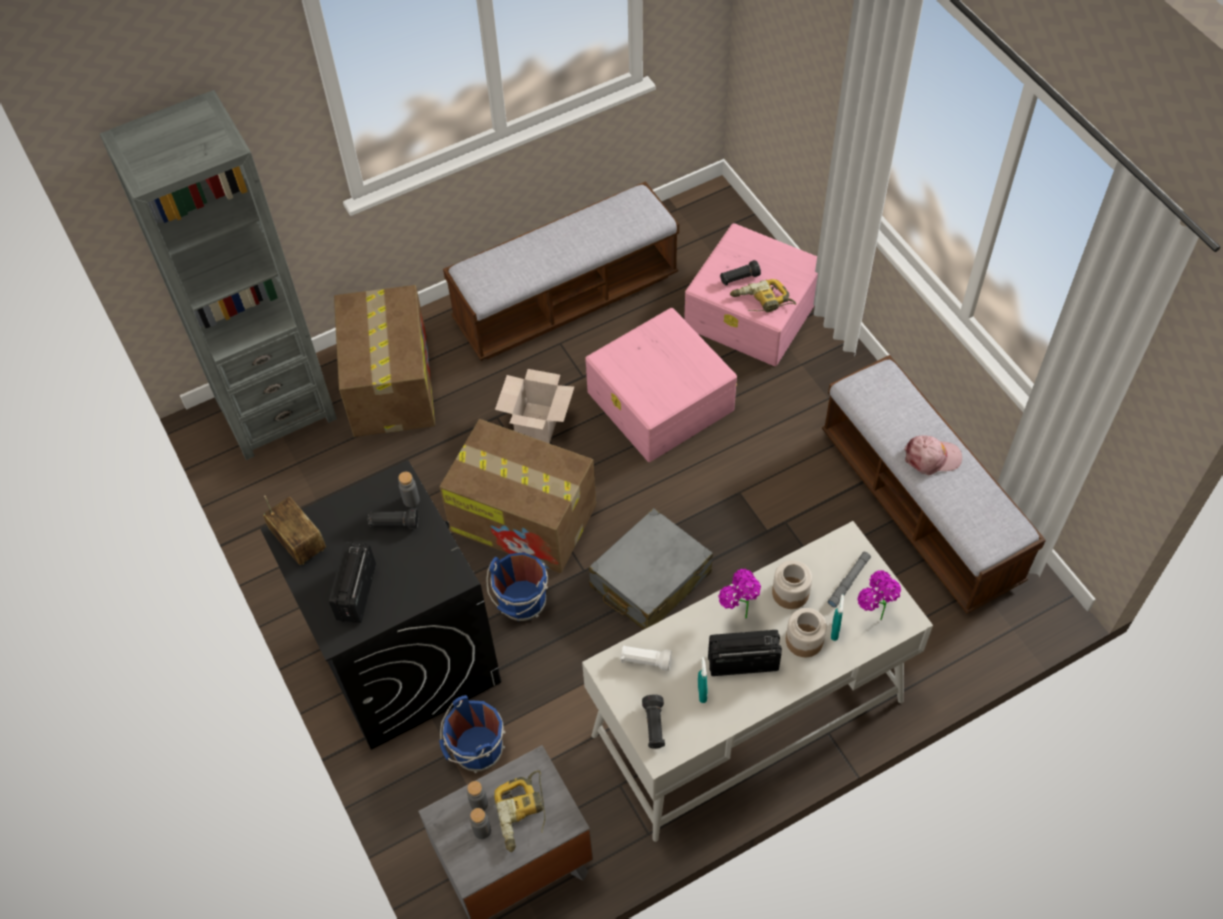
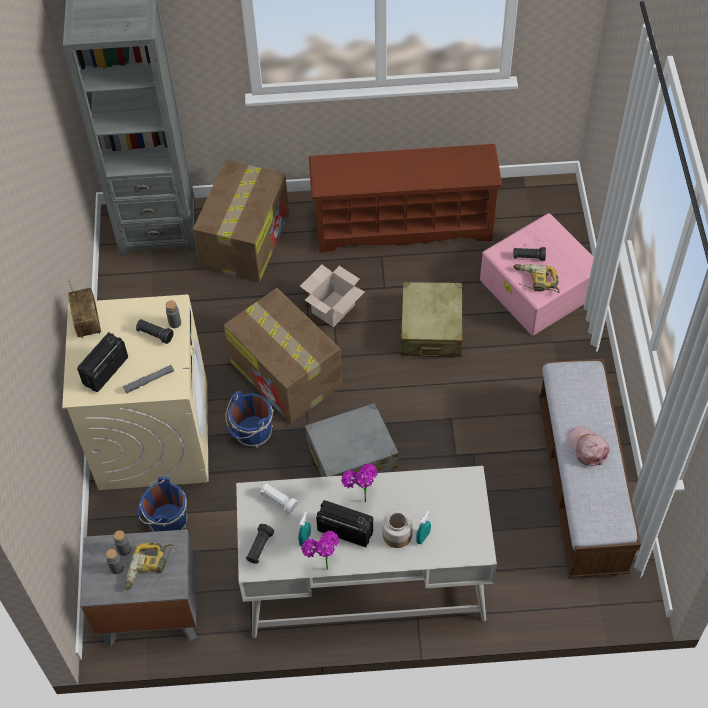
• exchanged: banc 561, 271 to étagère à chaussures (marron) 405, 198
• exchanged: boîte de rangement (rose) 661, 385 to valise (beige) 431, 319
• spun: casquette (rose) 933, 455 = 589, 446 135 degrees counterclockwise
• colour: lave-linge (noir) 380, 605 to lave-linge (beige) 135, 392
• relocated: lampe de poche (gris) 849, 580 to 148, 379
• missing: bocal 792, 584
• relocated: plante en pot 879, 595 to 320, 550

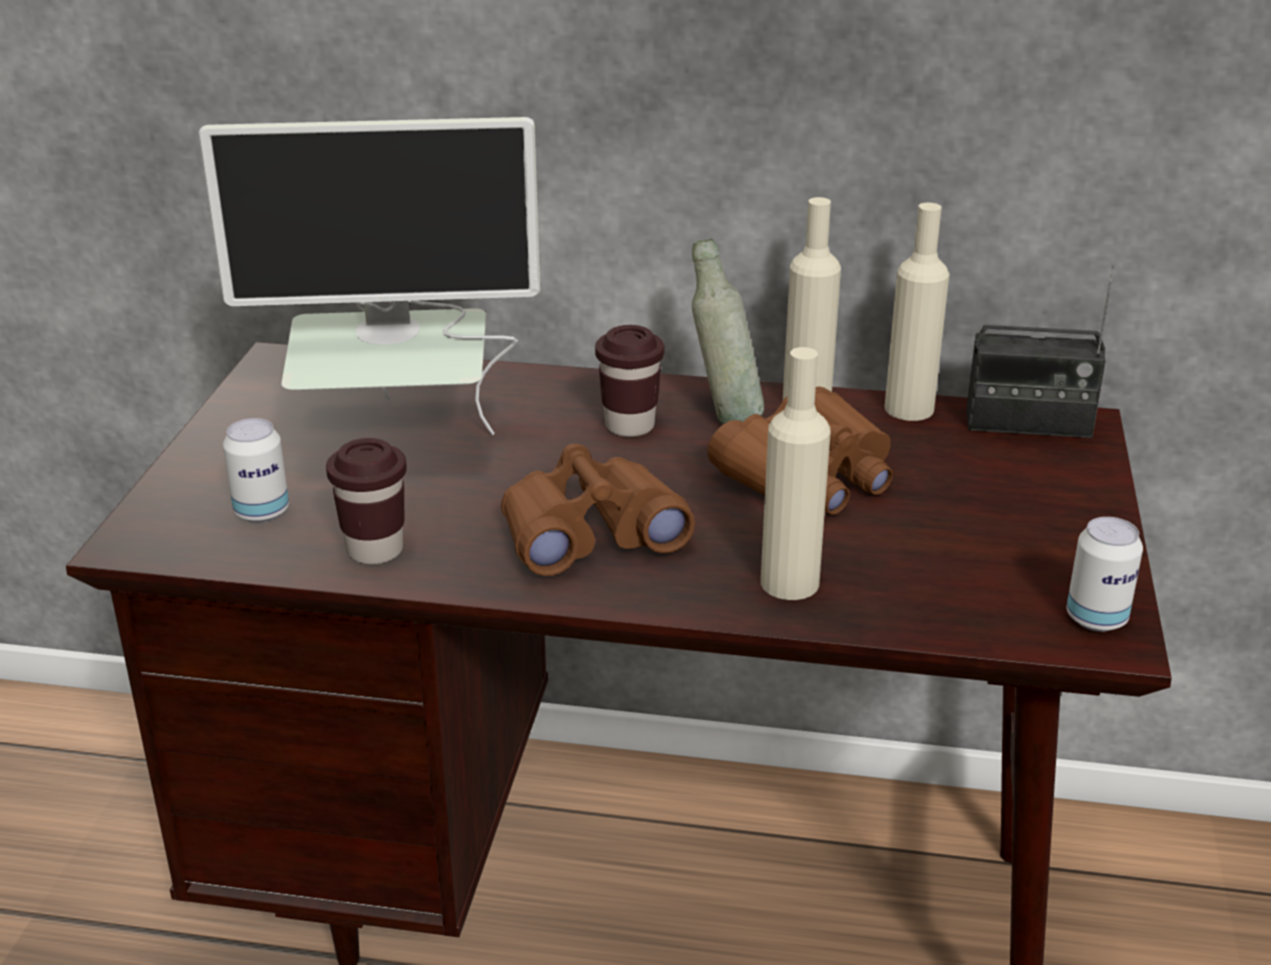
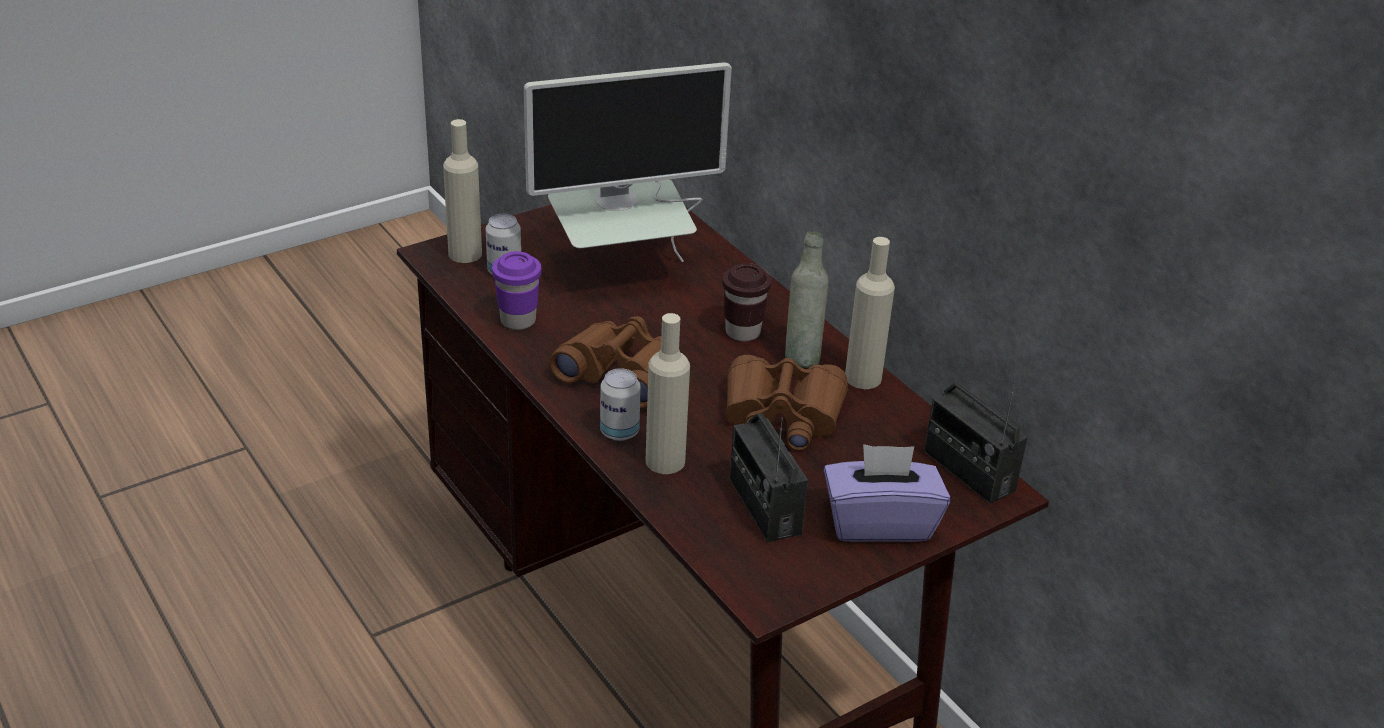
• spun: écran d'ordinateur 369, 276 = 628, 162 60 degrees counterclockwise
• relocated: bouteille (beige) 916, 312 to 462, 191
• colour: tasse (marron) 366, 501 to tasse (violet) 516, 290
• relocated: boîte métallique 1104, 574 to 620, 404
• appeared: radio 769, 477
• appeared: boîte à mouchoirs (violet) 887, 493

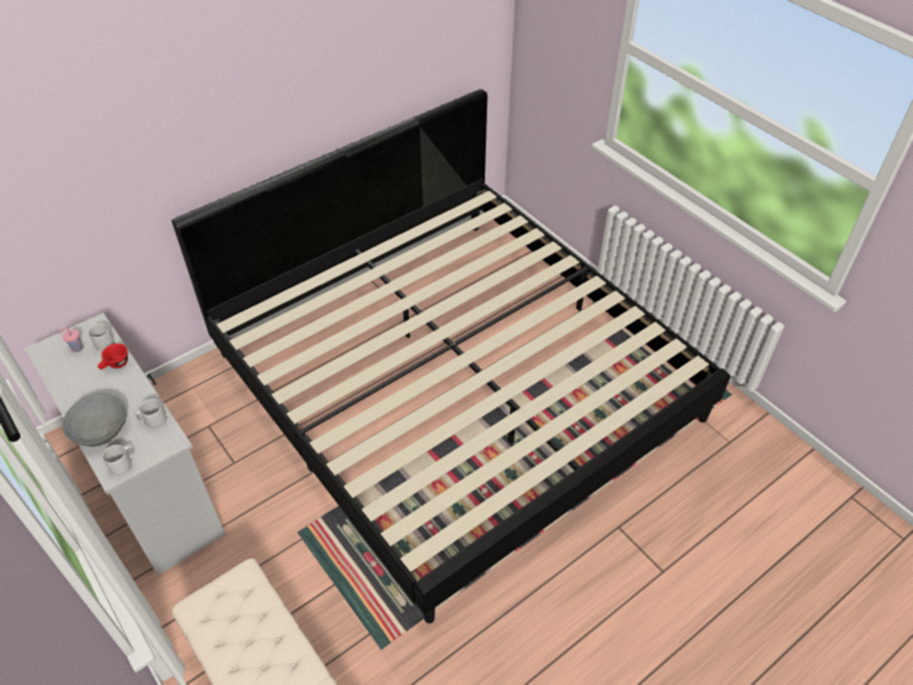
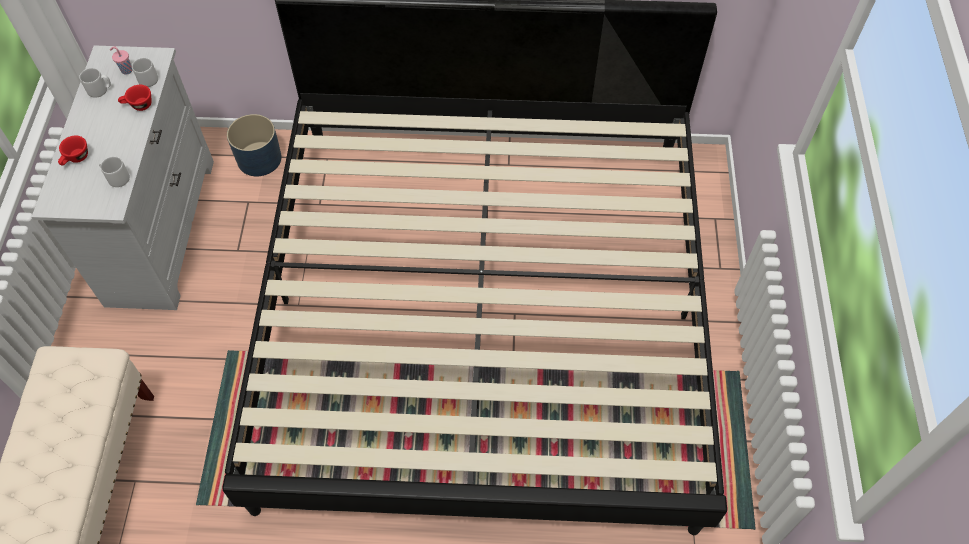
• exchanged: bol (gris) 94, 420 to tasse (rouge) 73, 150
• relocated: mug (gris) 117, 460 to 95, 83
• appeared: cache-pot (bleu) 254, 145

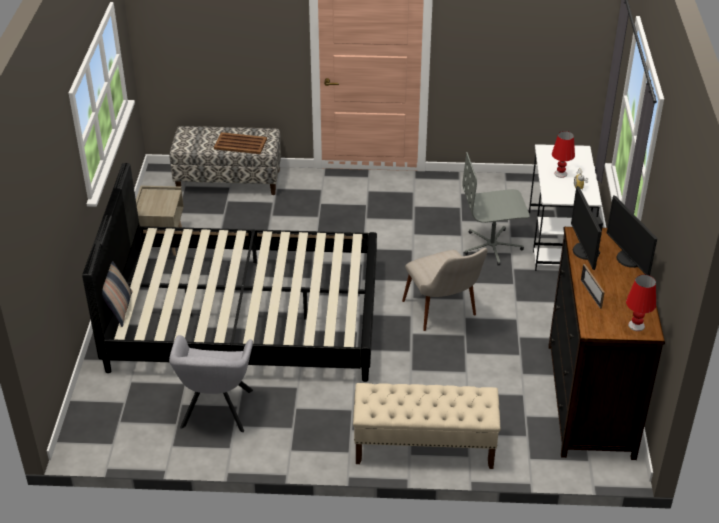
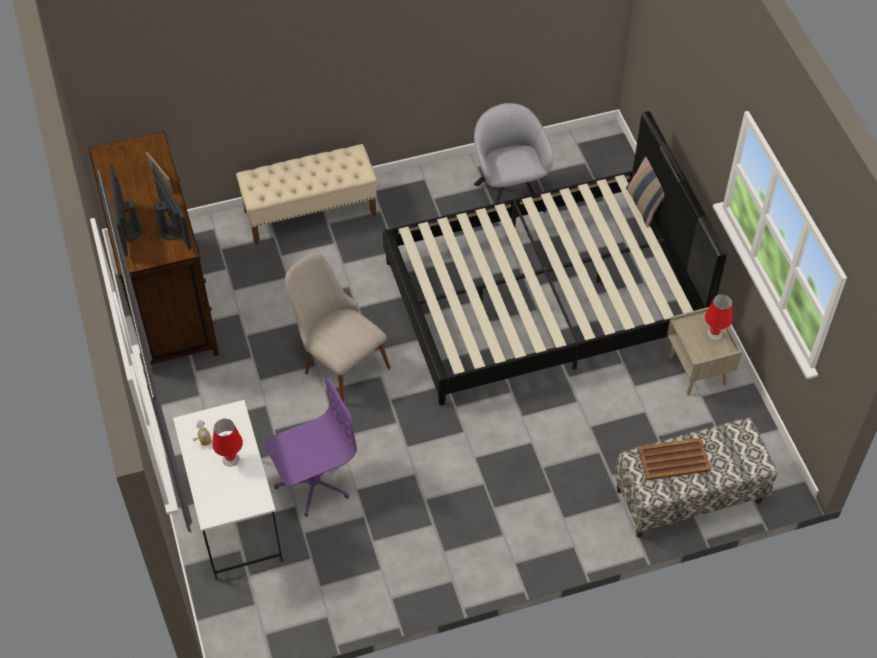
• colour: chaise de bureau (gris) 496, 209 to chaise de bureau (violet) 311, 447
• spun: écran d'ordinateur 632, 235 = 125, 210 150 degrees counterclockwise
• relocated: lampe de table (rouge) 641, 303 to 719, 317

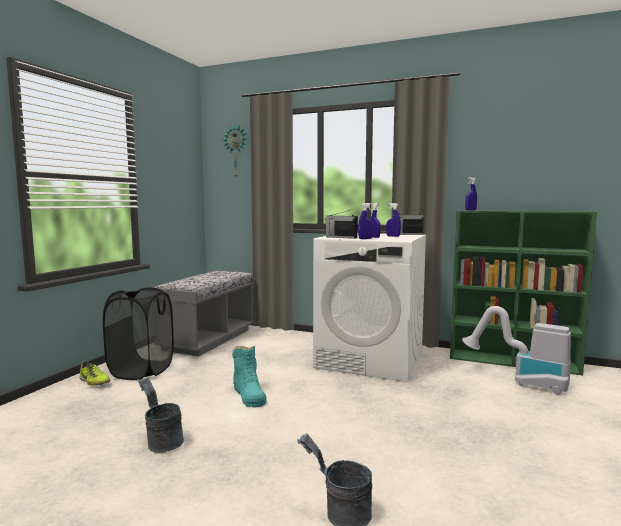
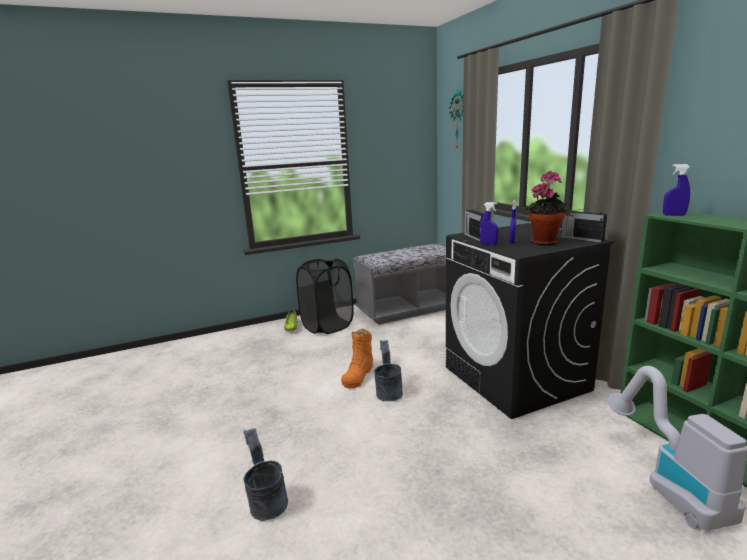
• exchanged: vaporisateur (bleu) 393, 220 to plante en pot 547, 208
• colour: lave-linge (blanc) 369, 307 to lave-linge (noir) 530, 321
• colour: botte (turquoise) 249, 376 to botte (orange) 357, 358
• relocated: seau (gris) 160, 415 to 388, 370

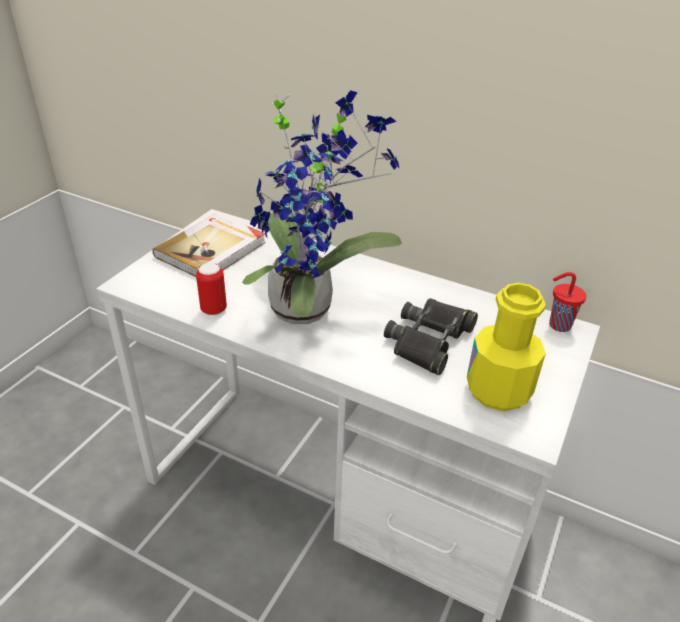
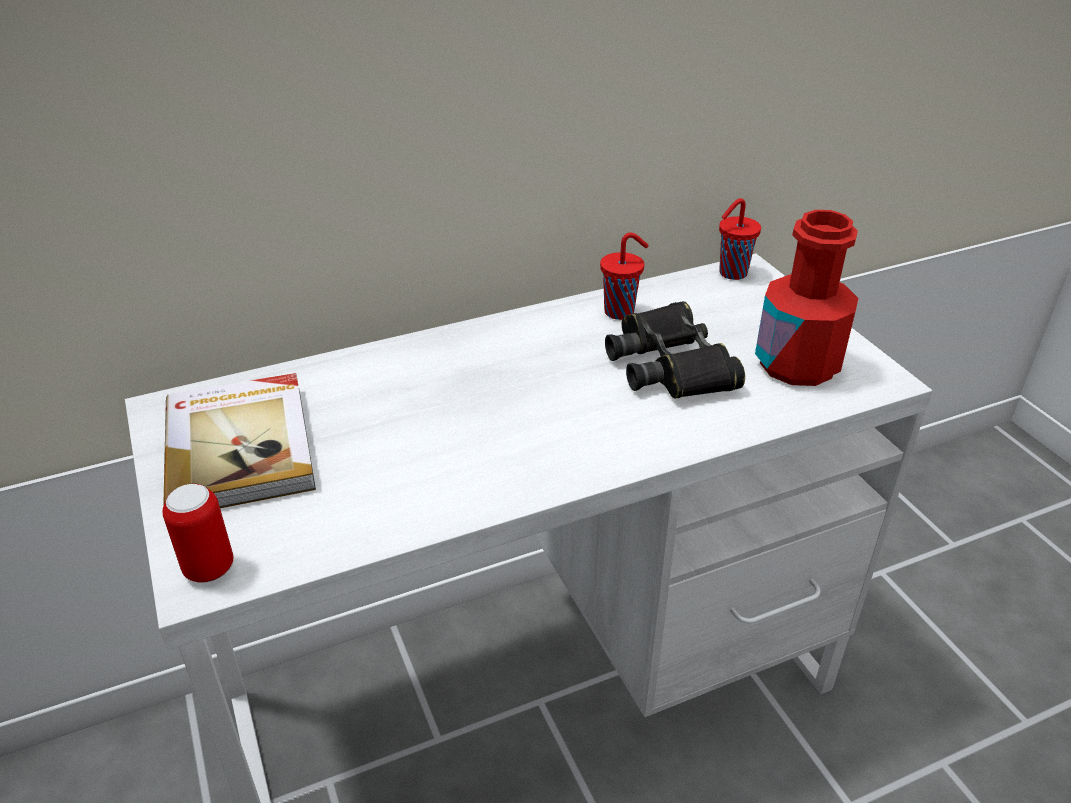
• missing: plante en pot 322, 207
• relocated: boîte métallique 211, 289 to 198, 533
• colour: bouteille (jaune) 506, 347 to bouteille (rouge) 806, 298
• appeared: tasse (rouge) 624, 276

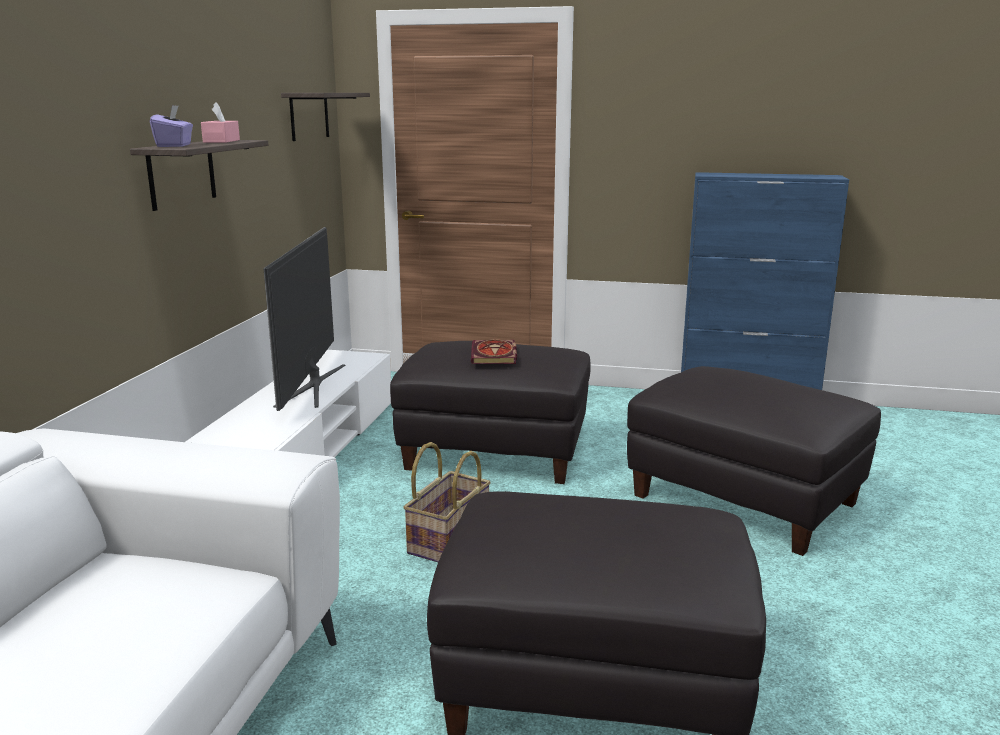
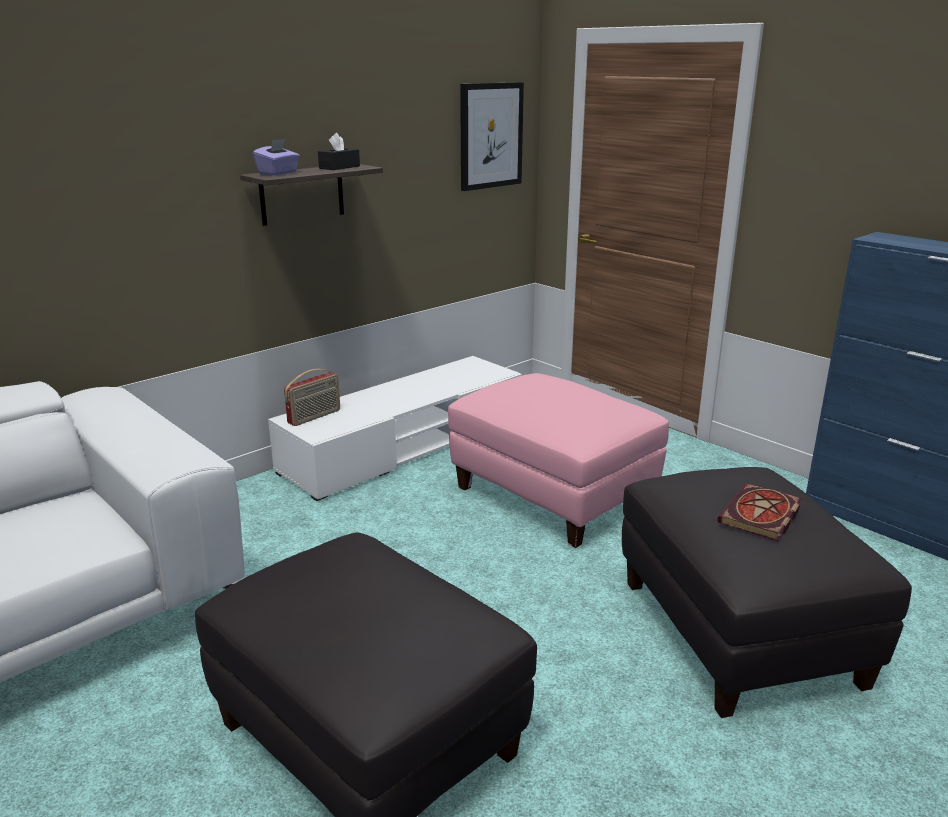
• exchanged: étagère 325, 117 to tableau 492, 136
• colour: boîte à mouchoirs (rose) 220, 122 to boîte à mouchoirs (noir) 339, 151
• missing: téléviseur 304, 319
• relocated: livre 494, 351 to 759, 512
• colour: pouf (noir) 490, 412 to pouf (rose) 558, 460
• missing: panier 447, 502
• appeared: radio 312, 397

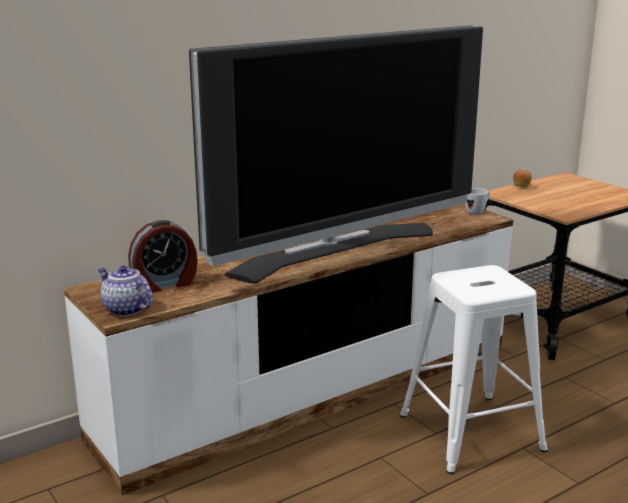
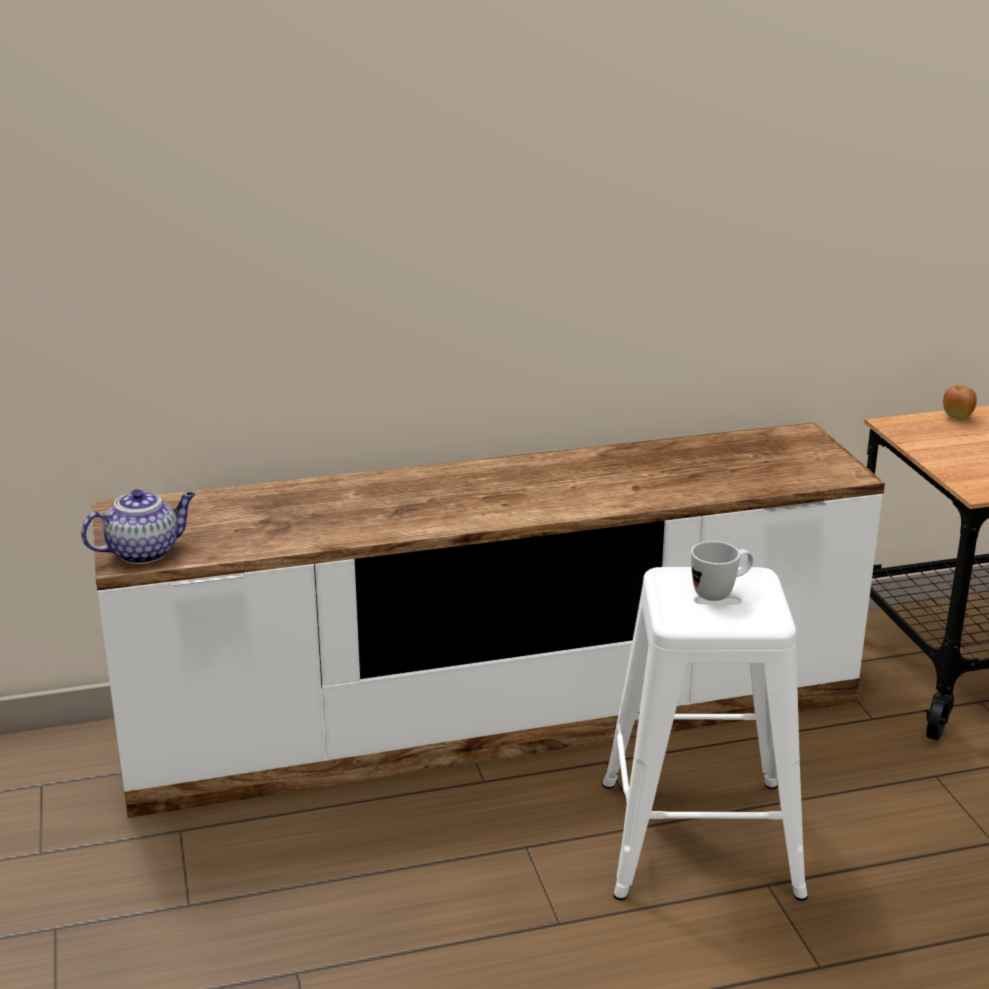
• missing: téléviseur 336, 154
• relocated: mug (blanc) 477, 201 to 722, 571
• missing: réveil 163, 256
• spun: théière 125, 290 = 138, 526 90 degrees clockwise

